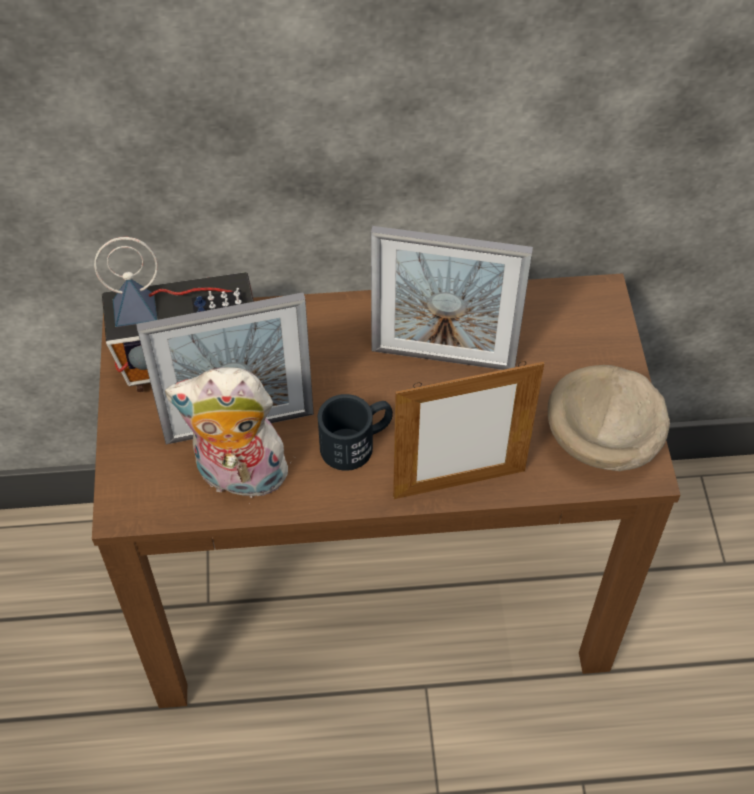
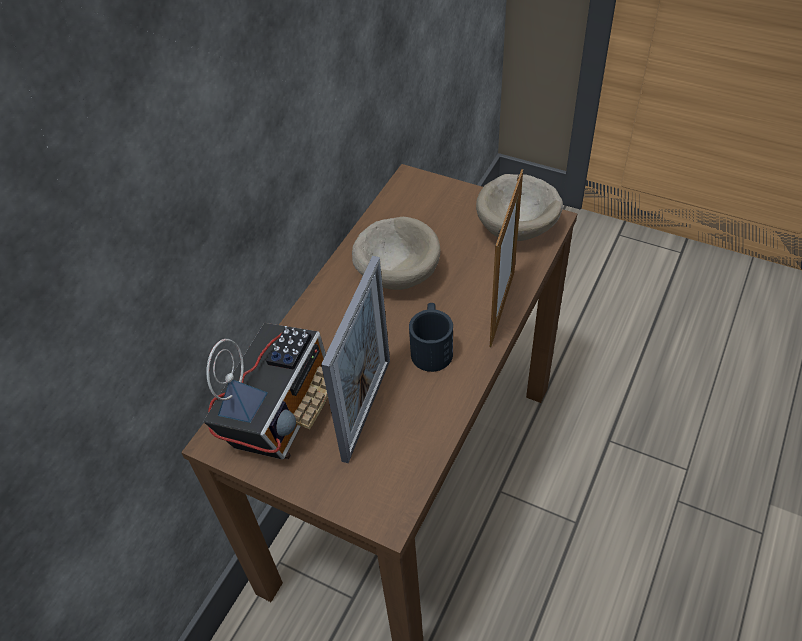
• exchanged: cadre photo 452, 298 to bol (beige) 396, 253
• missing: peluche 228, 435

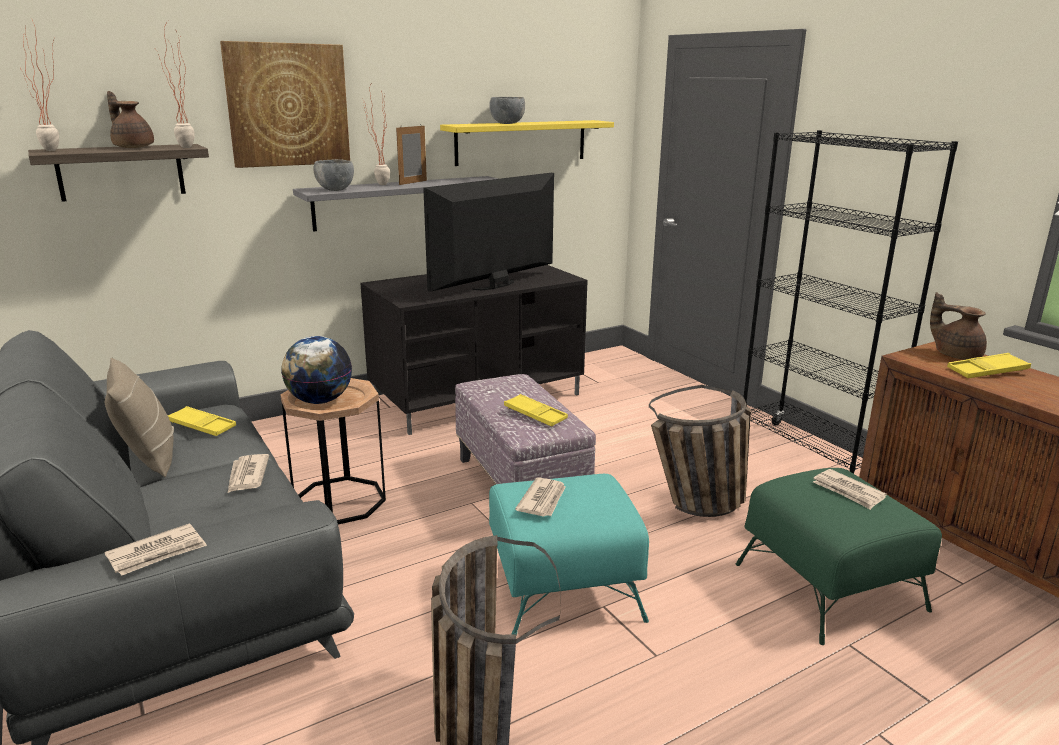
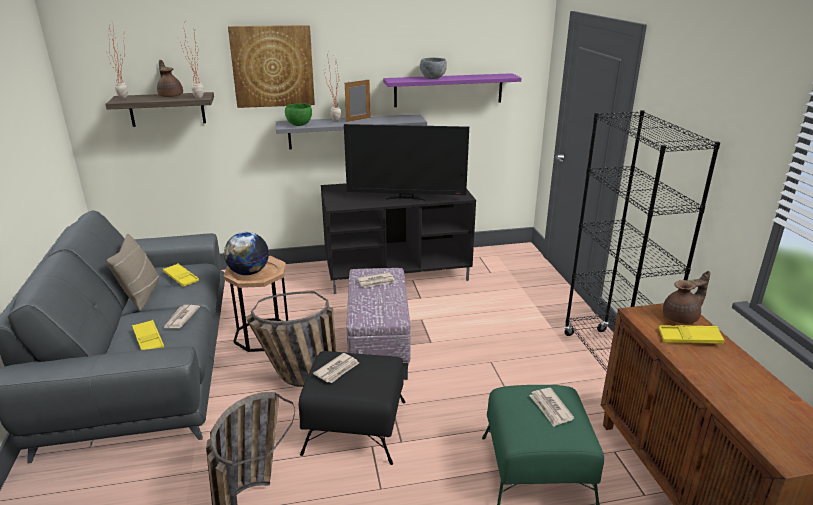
• colour: étagère (jaune) 527, 143 to étagère (violet) 452, 90
• colour: bol (gris) 333, 175 to bol (vert) 298, 114
• spun: téléviseur 488, 232 = 406, 162 150 degrees counterclockwise
• spun: théière (marron) 958, 326 = 687, 297 90 degrees clockwise
• relocated: panier 700, 451 to 291, 339
• relocated: plateau (jaune) 536, 410 to 148, 335
• colour: pouf (turquoise) 569, 554 to pouf (noir) 352, 408
• relocated: journal 155, 549 to 376, 280

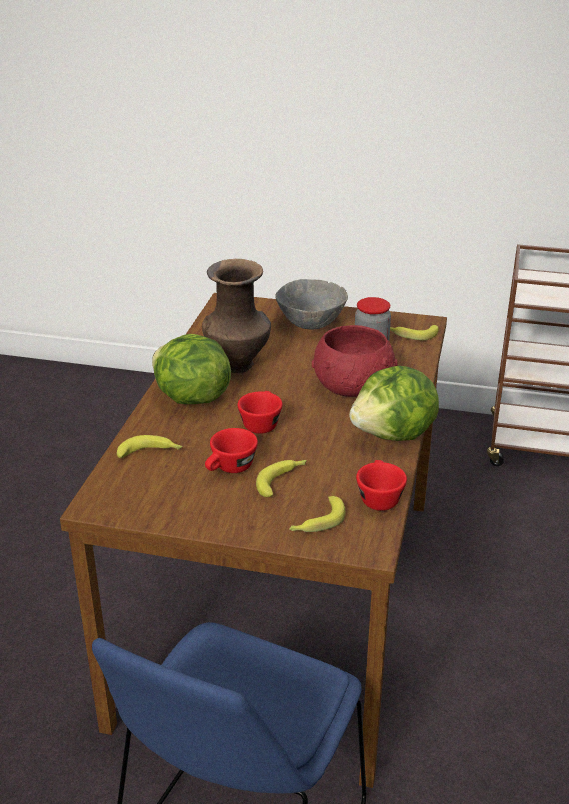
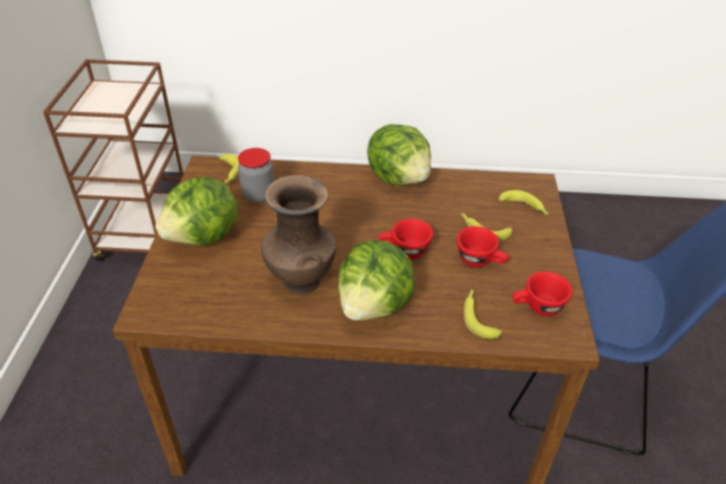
• exchanged: bol (gris) 311, 304 to laitue 196, 211
• missing: bol (rouge) 355, 361
• relocated: tasse (rouge) 381, 485 to 542, 293

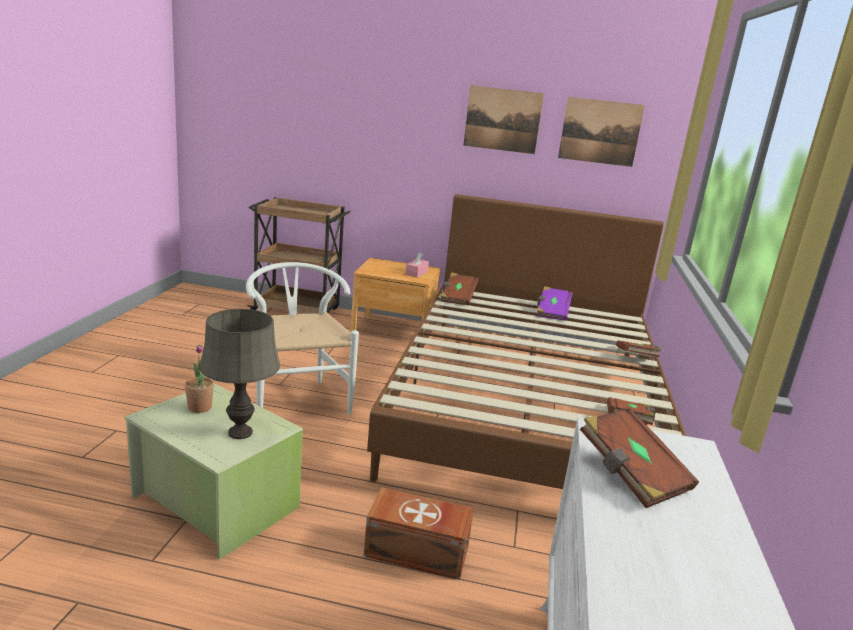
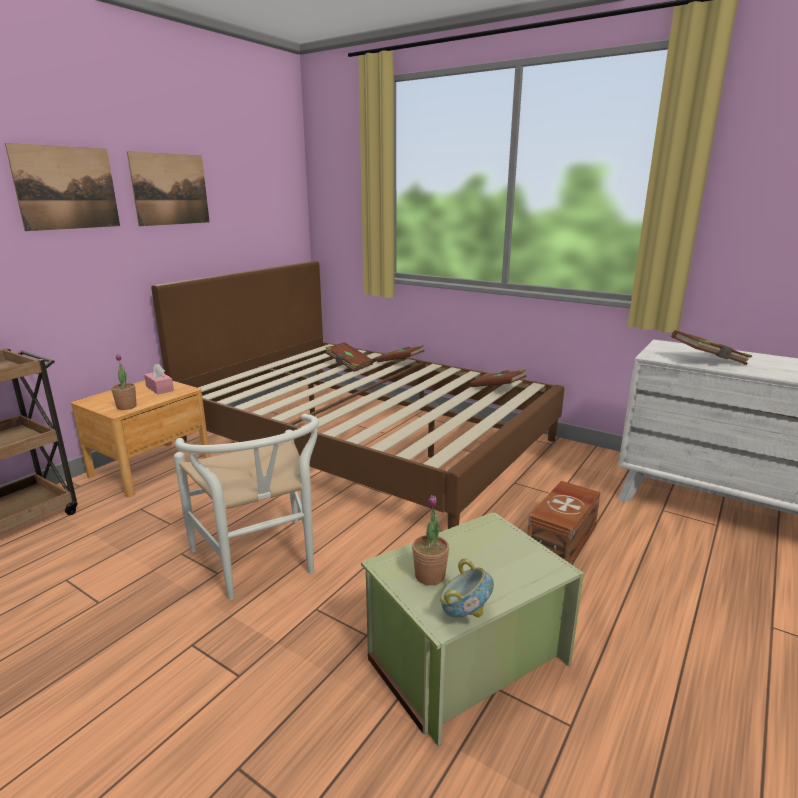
• relocated: tableau 601, 132 to 62, 187
• spun: chaise (blanc) 302, 338 = 246, 507 120 degrees counterclockwise
• relocated: livre (marron) 460, 289 to 349, 357
• missing: livre (violet) 554, 303
• missing: lampe de table (gris) 239, 374
• appeared: plante en pot 124, 382
• appeared: bol 467, 587

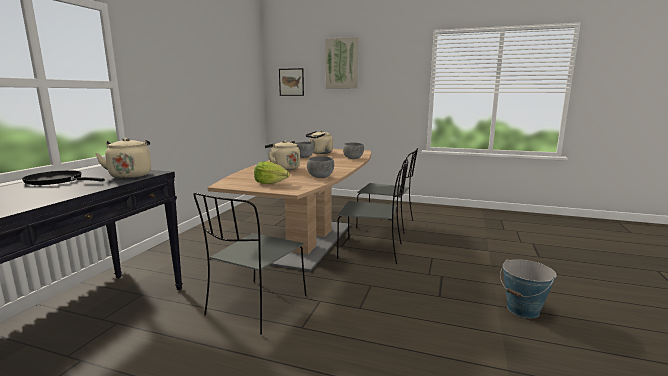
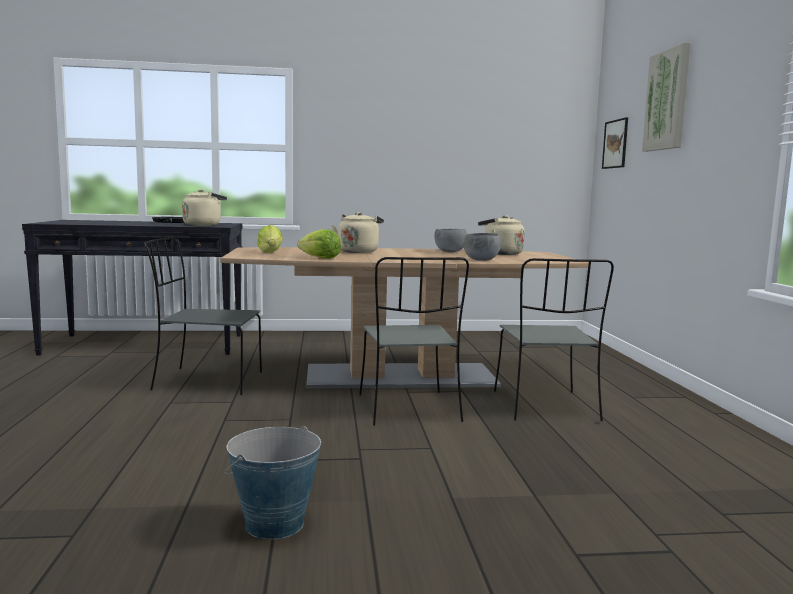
• exchanged: bol (gris) 320, 167 to laitue 319, 244

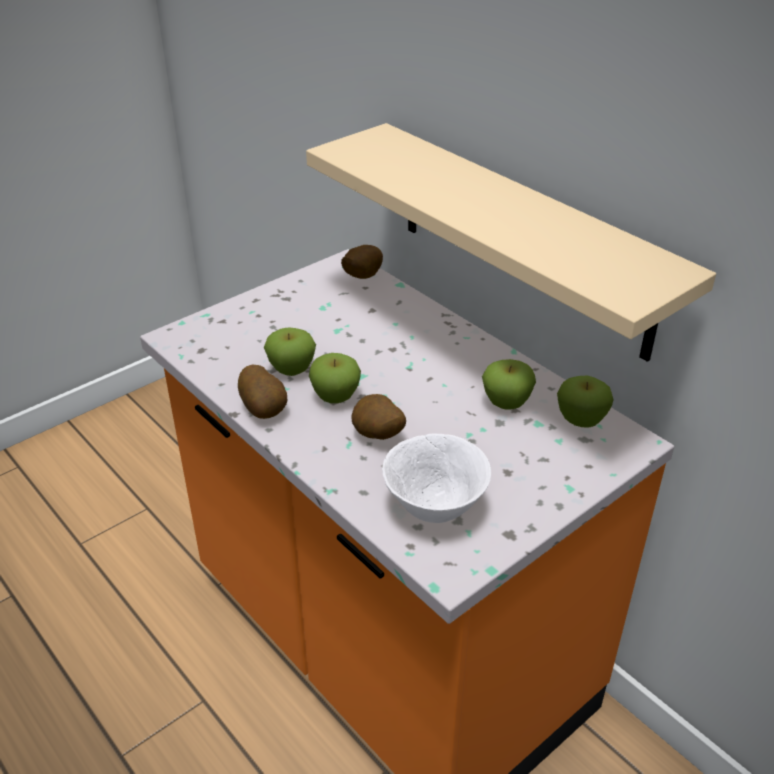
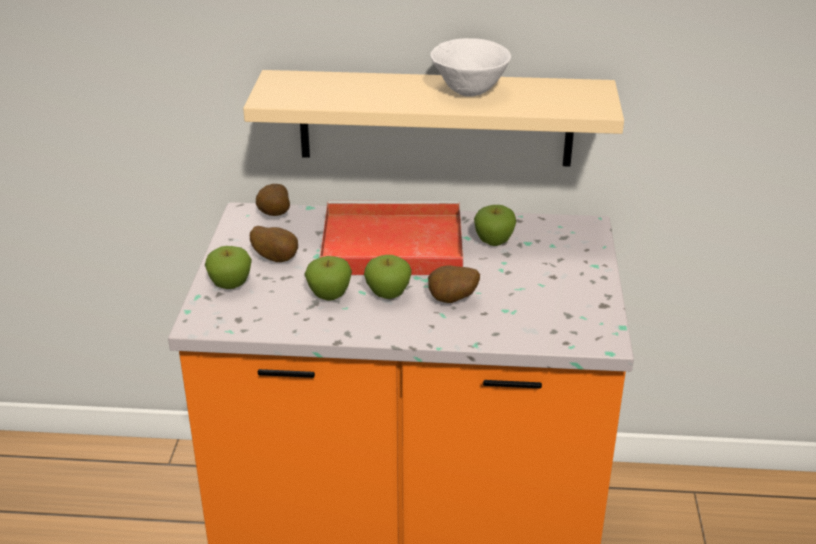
• relocated: pomme de terre 262, 392 to 274, 244
• relocated: pomme 585, 402 to 228, 267
• relocated: bol (blanc) 436, 478 to 470, 67
• appeared: plateau (rouge) 392, 238

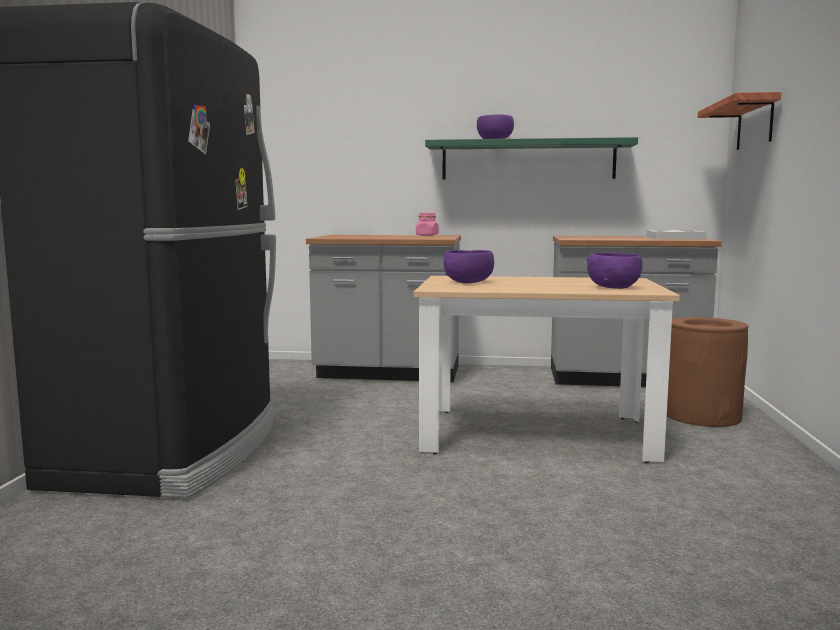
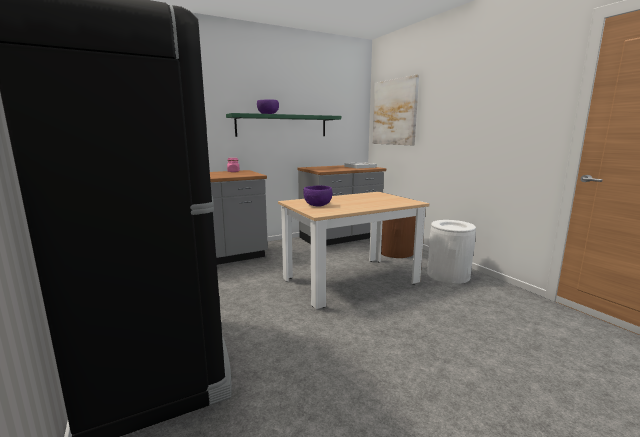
• exchanged: étagère 739, 121 to tableau 396, 109
• missing: bol (violet) 614, 271
• appeared: poubelle (blanc) 451, 252

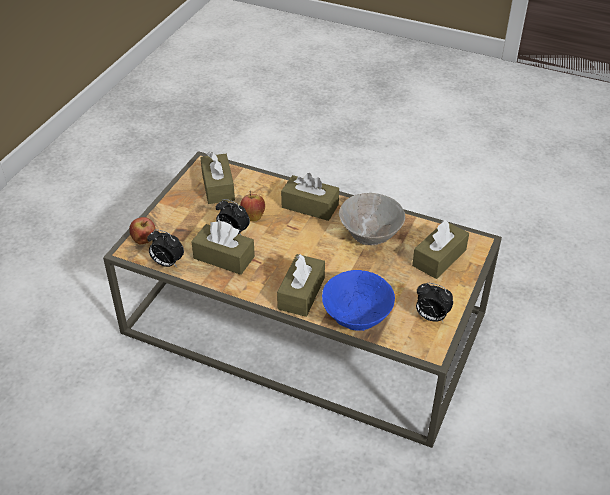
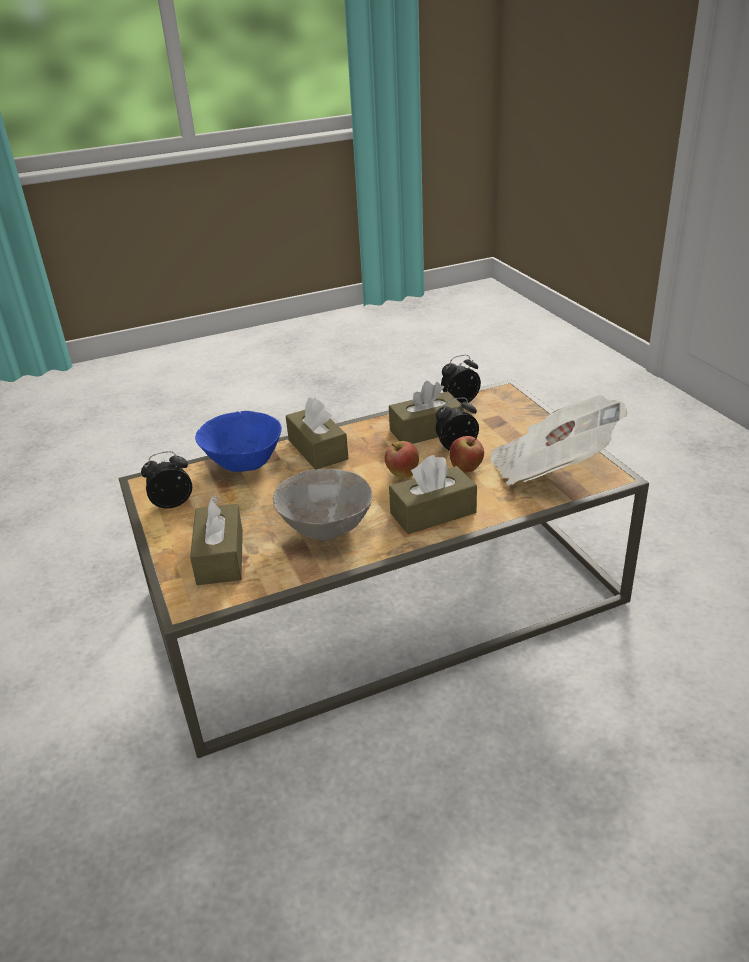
• exchanged: boîte à mouchoirs (marron) 217, 178 to journal 558, 440
• relocated: pomme 142, 230 to 402, 459

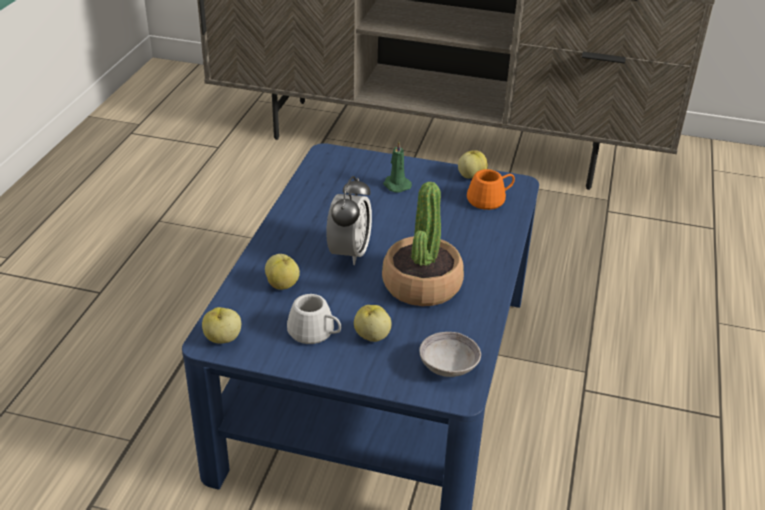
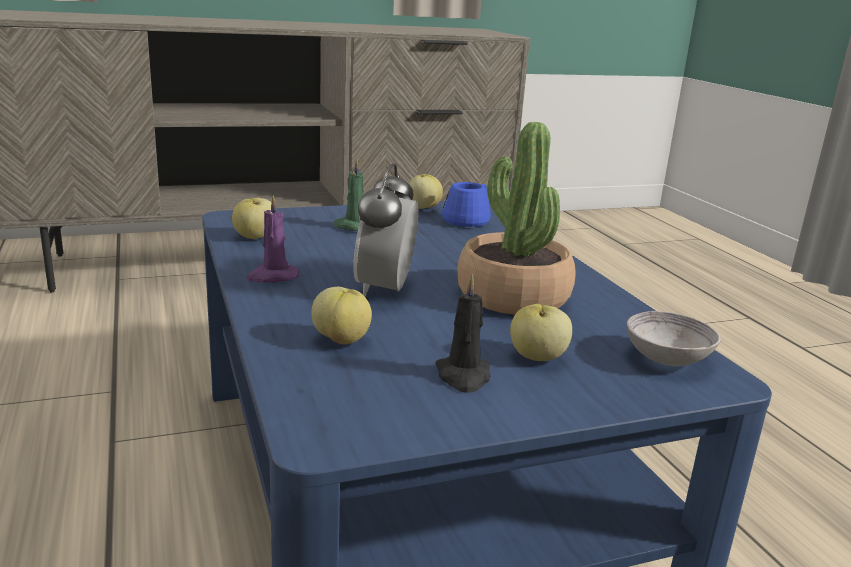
• colour: mug (orange) 491, 189 to mug (bleu) 466, 204
• spun: réveil 349, 220 = 386, 230 150 degrees counterclockwise
• exchanged: mug (blanc) 314, 319 to bougie (noir) 463, 333
• relocated: pomme 221, 325 to 251, 218
• appeared: bougie (violet) 272, 239

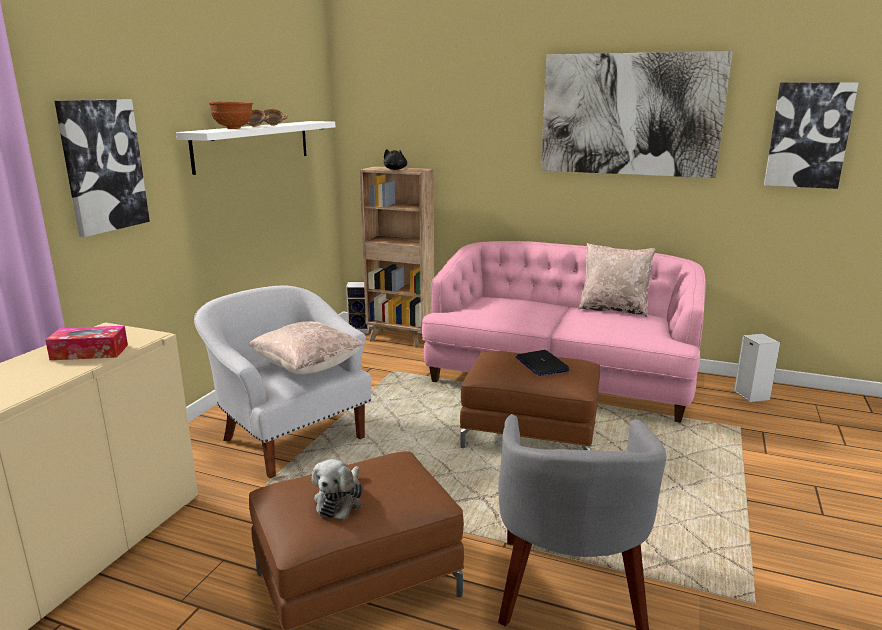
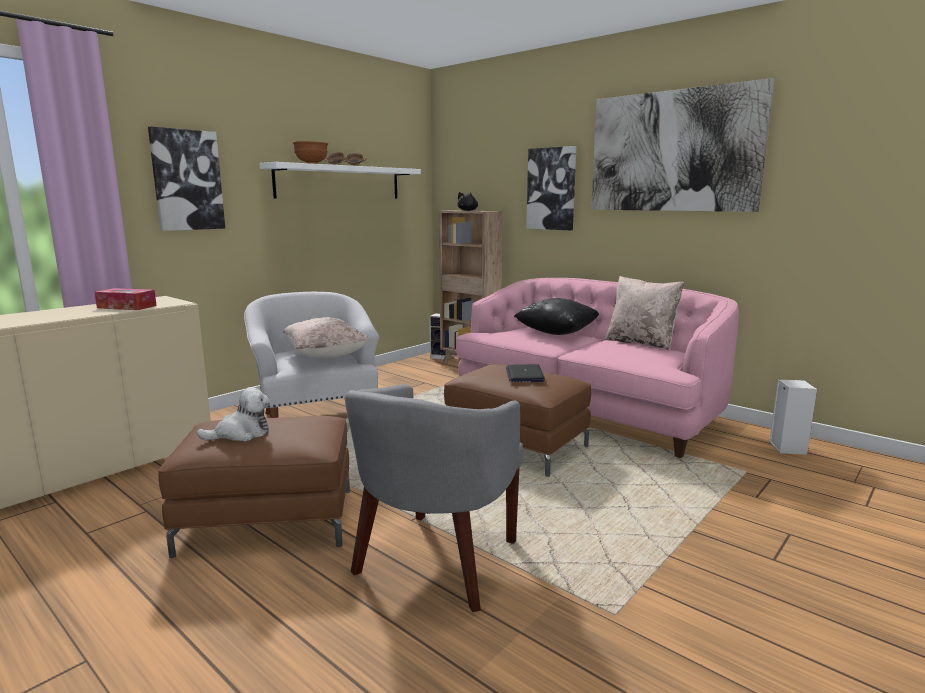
• relocated: tableau 811, 135 to 551, 188
• spun: peluche 337, 489 = 233, 414 150 degrees counterclockwise
• appeared: coussin (noir) 556, 316

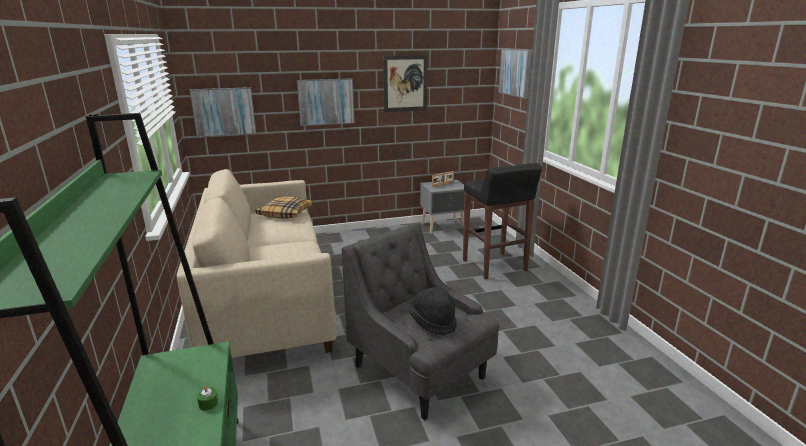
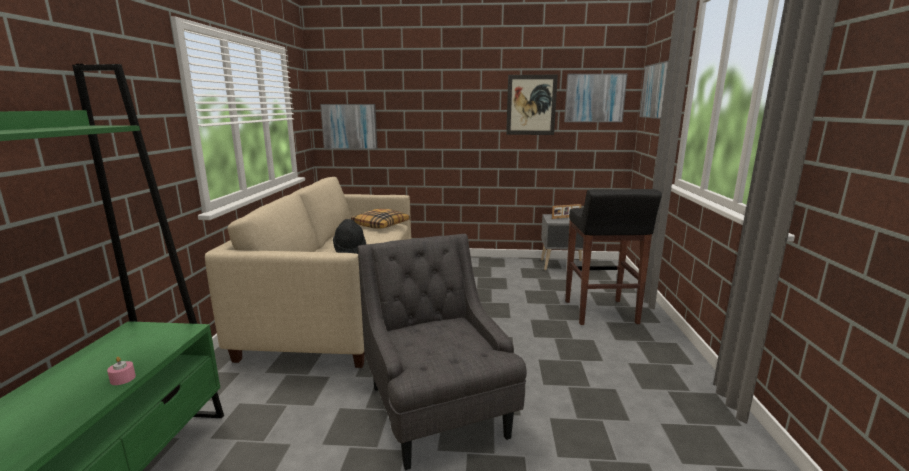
• relocated: tableau 326, 102 to 595, 98
• relocated: chapeau (noir) 433, 311 to 350, 236
• colour: bougie (vert) 208, 398 to bougie (rose) 121, 371

